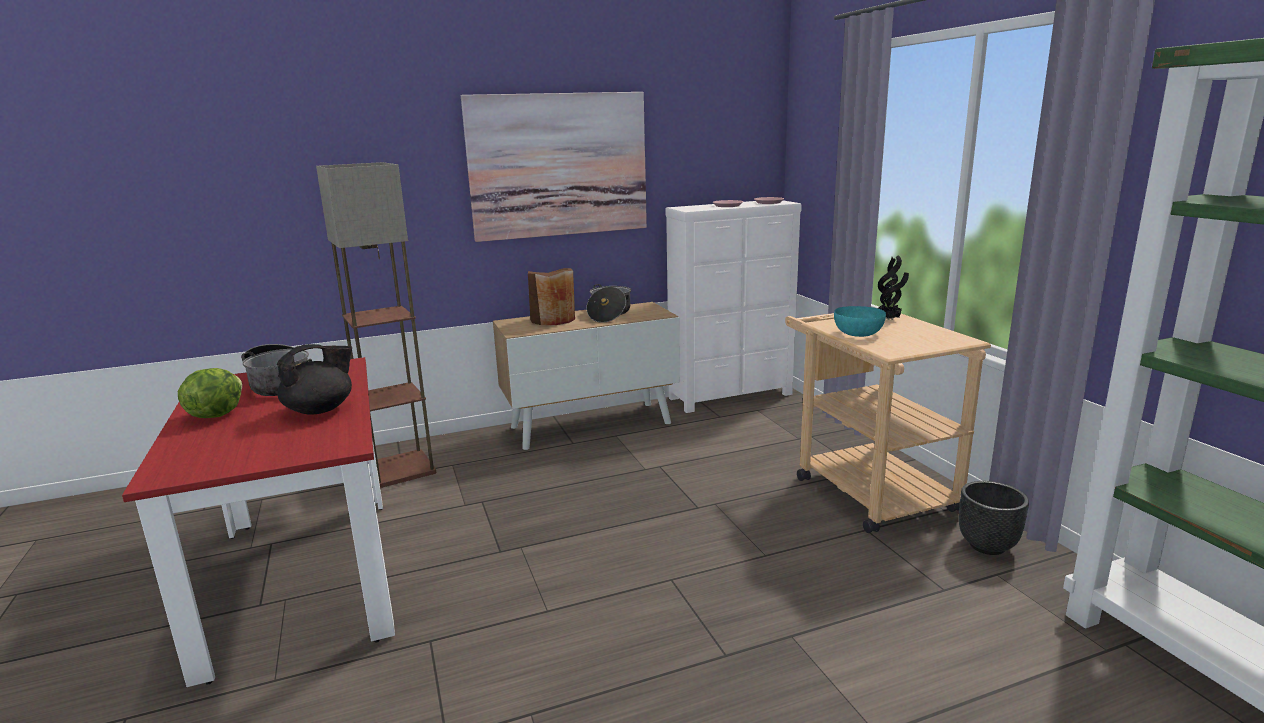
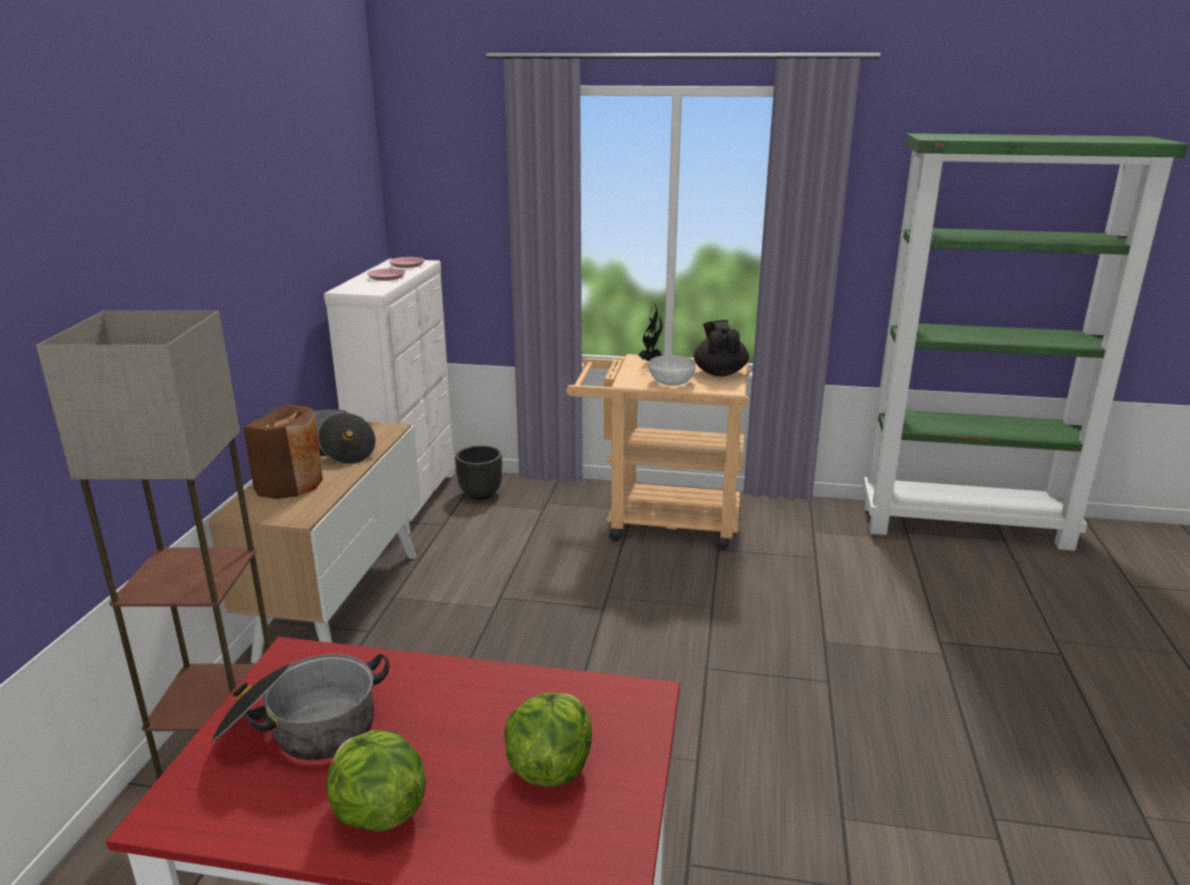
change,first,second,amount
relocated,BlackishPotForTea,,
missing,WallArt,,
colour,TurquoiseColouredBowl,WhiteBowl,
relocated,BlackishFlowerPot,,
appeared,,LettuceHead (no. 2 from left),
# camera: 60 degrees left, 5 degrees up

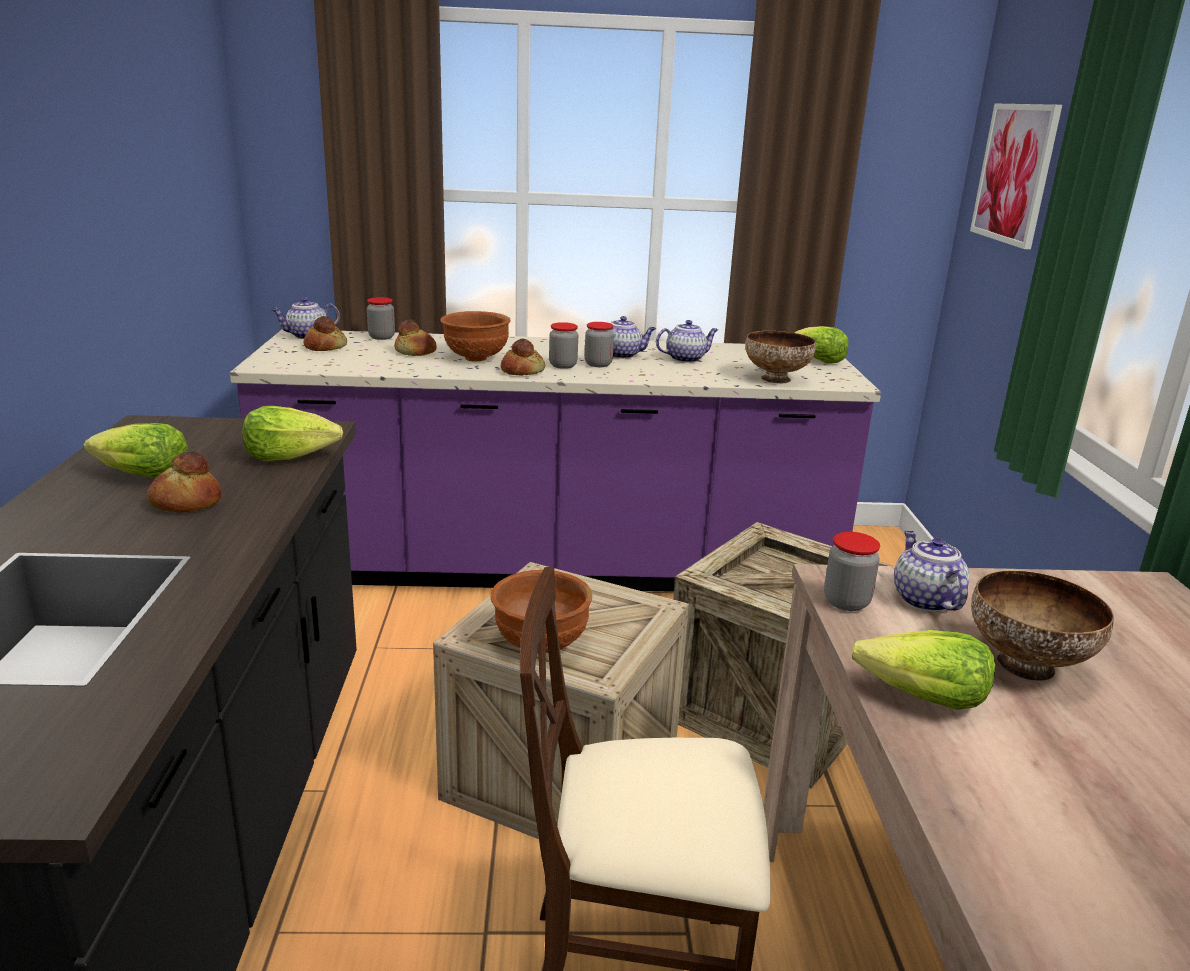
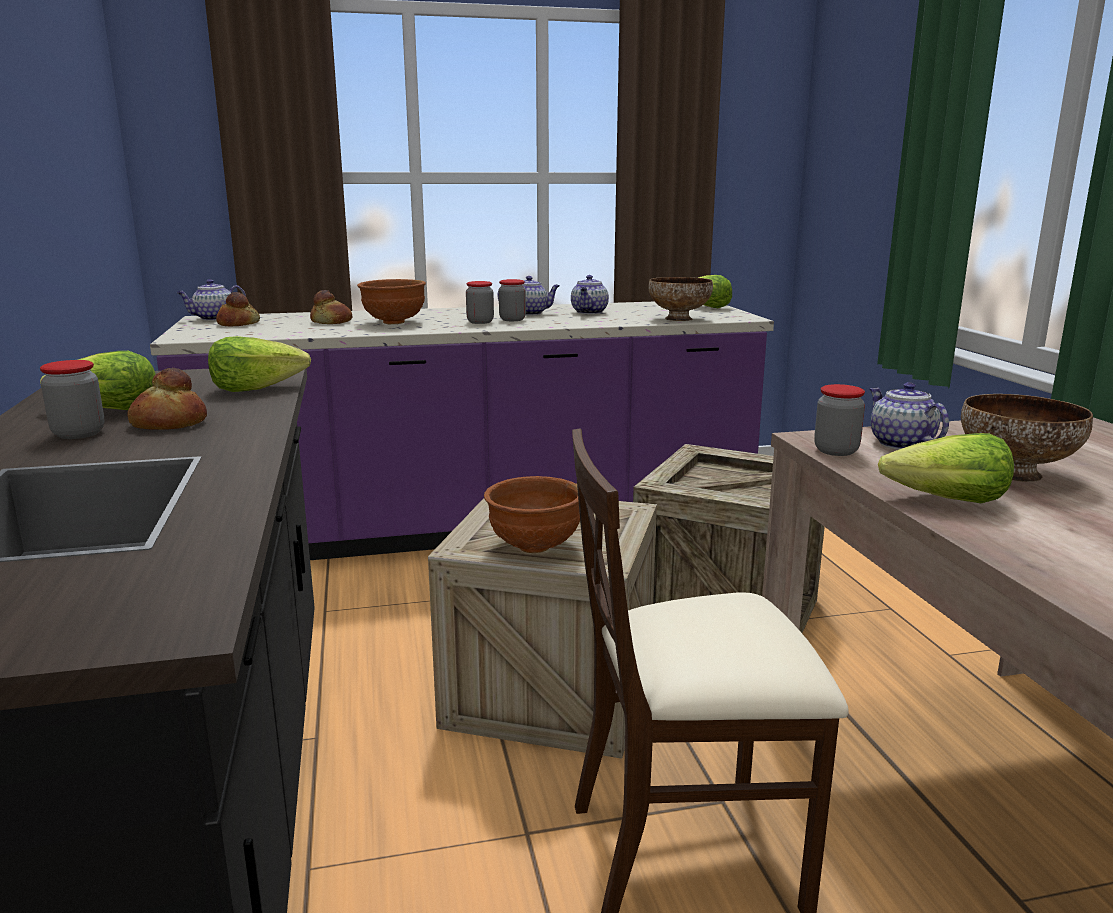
change,first,second,amount
relocated,StorageJar (no. 1 from left),,
missing,BakeryBread (no. 4 from left),,
spun,PotForTea (no. 3 from left),,135 degrees clockwise
missing,WallArt,,
# camera: 10 degrees left, 5 degrees down

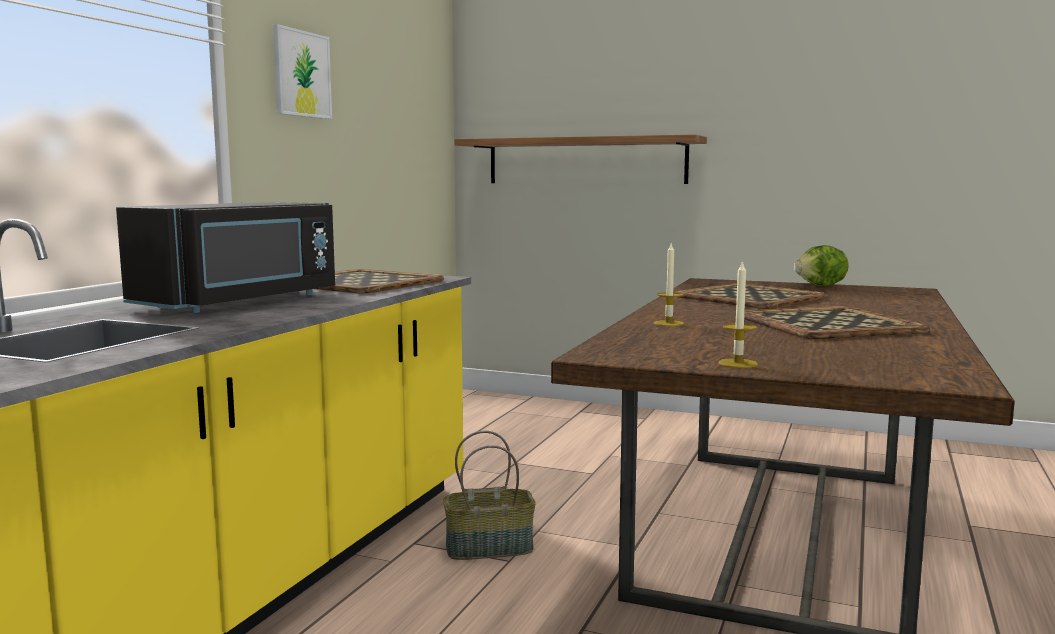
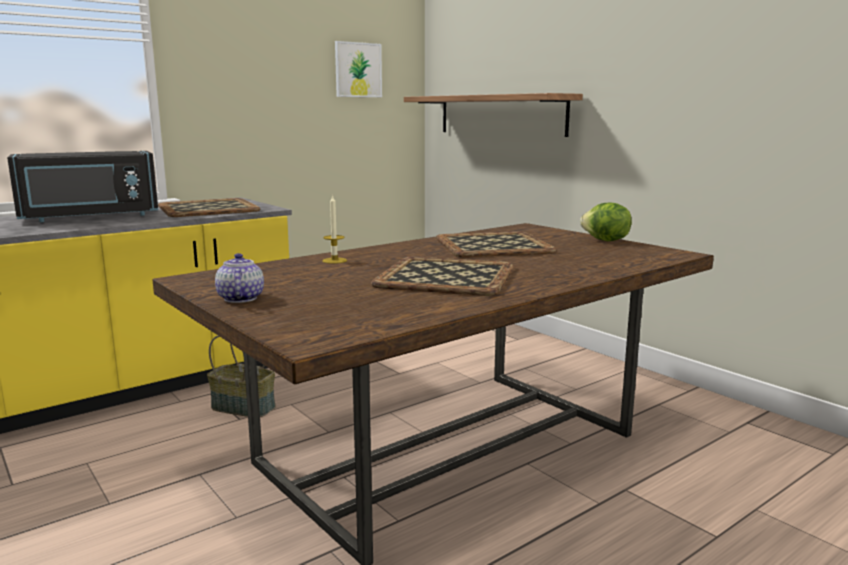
change,first,second,amount
relocated,WallArt,,
exchanged,WaxCandle (no. 2 from left),PotForTea,
# camera: 30 degrees right, 5 degrees up

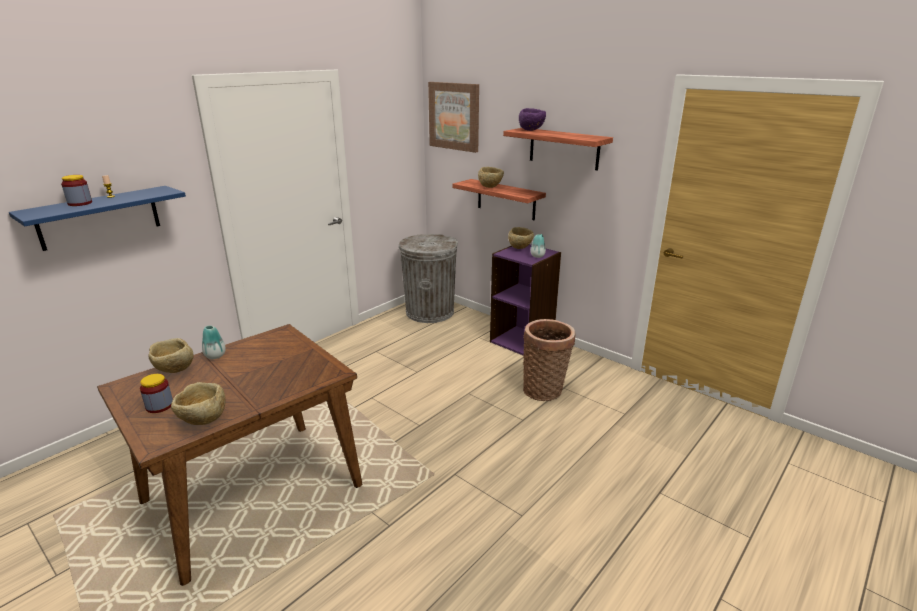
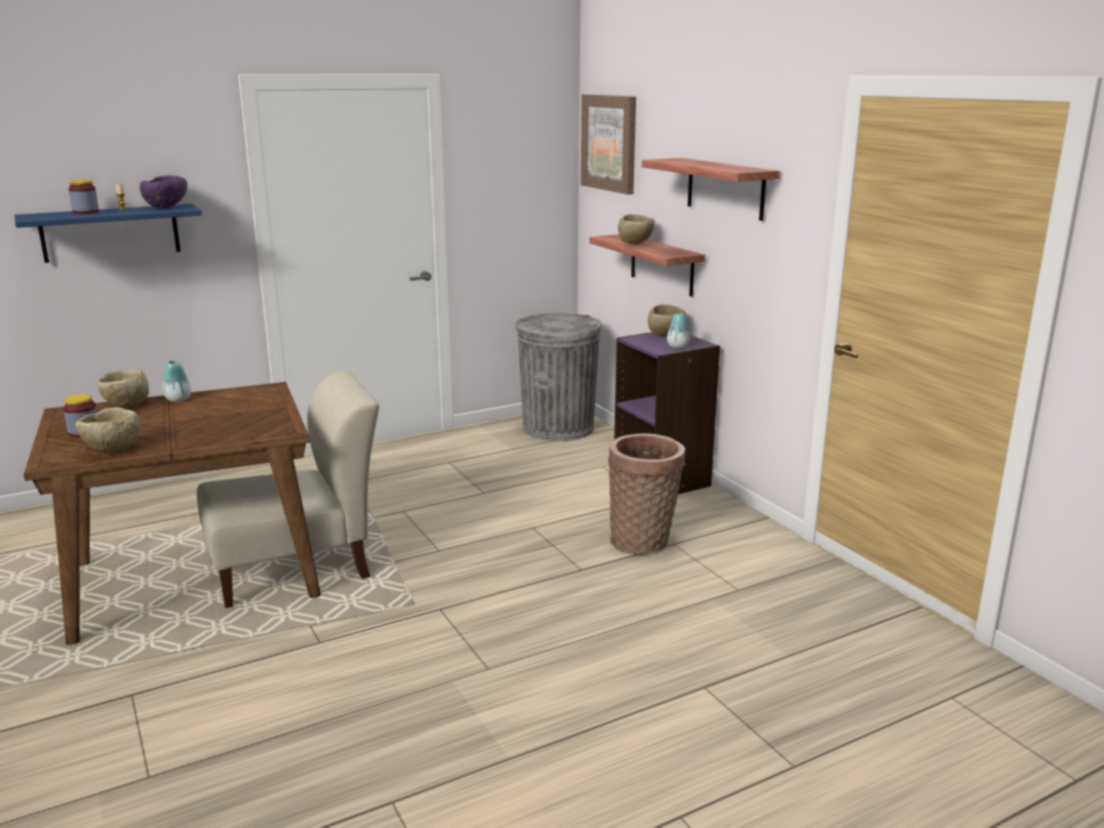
change,first,second,amount
relocated,PurpleBowl,,
appeared,,BeigeColouredPlainChair,
# camera: 20 degrees right, 5 degrees down

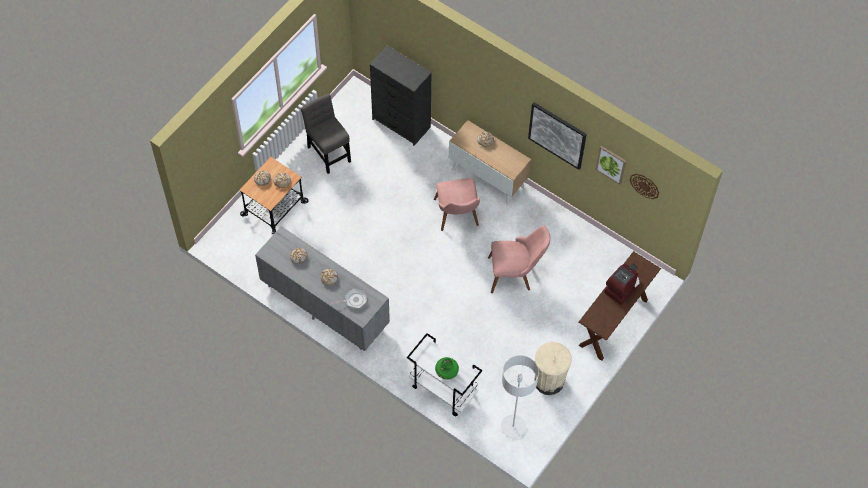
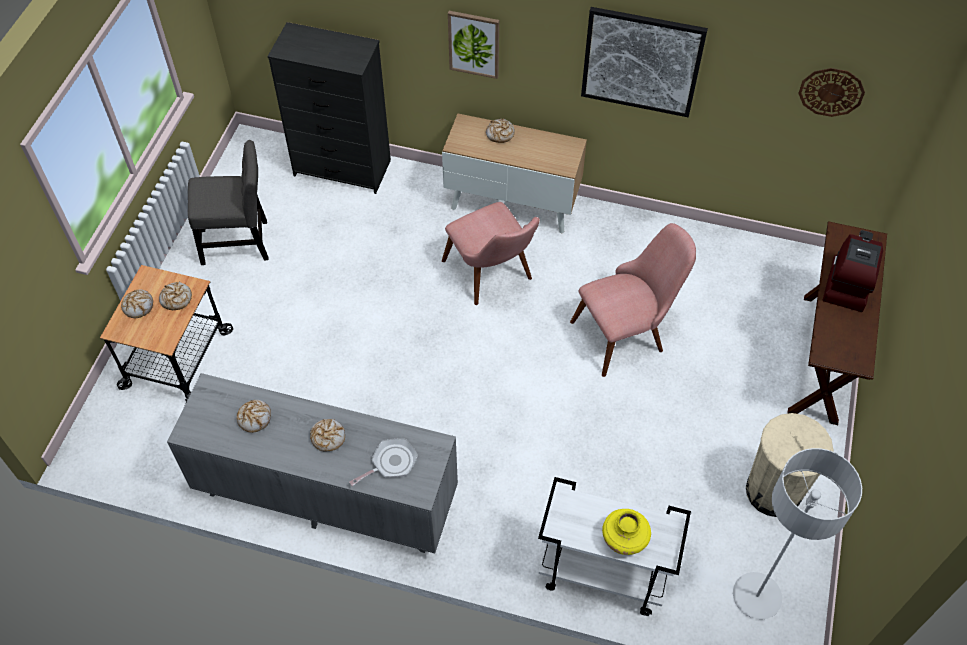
change,first,second,amount
spun,GrayPlainChair,,135 degrees clockwise
colour,GreenVase,YellowColouredVase,
relocated,WallArt (no. 2 from left in the first image),WallArt (no. 1 from left),
# camera: 20 degrees left, 5 degrees down

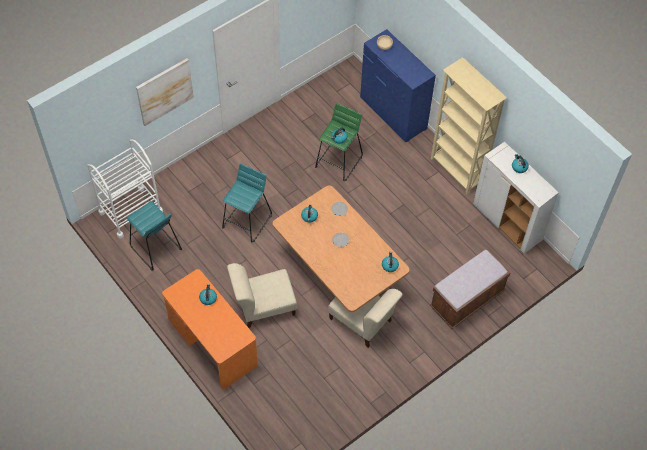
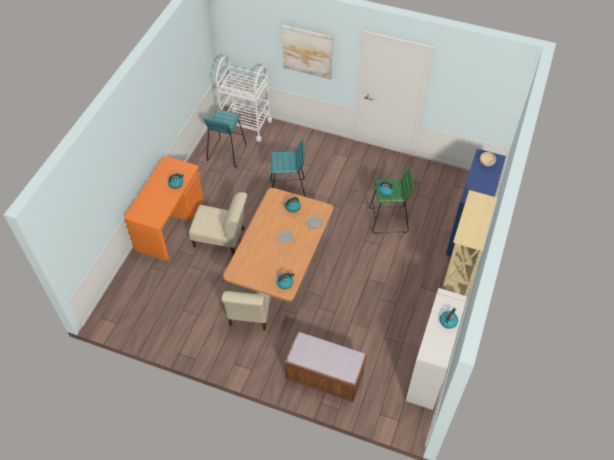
change,first,second,amount
spun,BeigeColouredPlainChair (no. 1 from left),,150 degrees clockwise
# camera: 60 degrees right, 5 degrees down

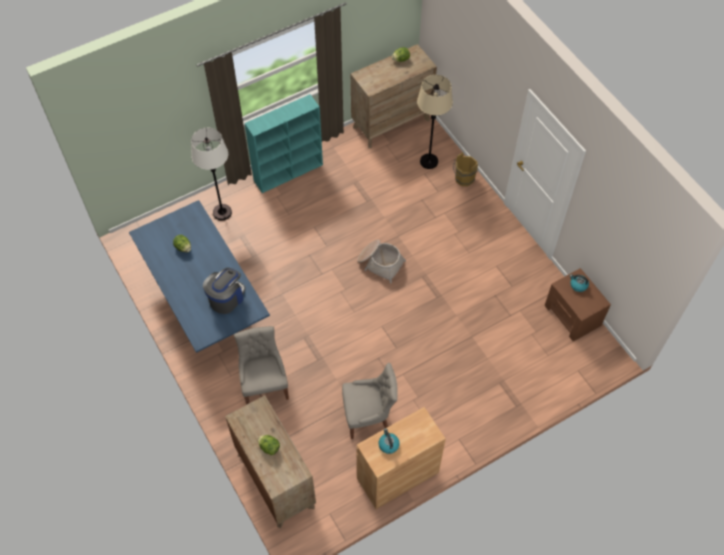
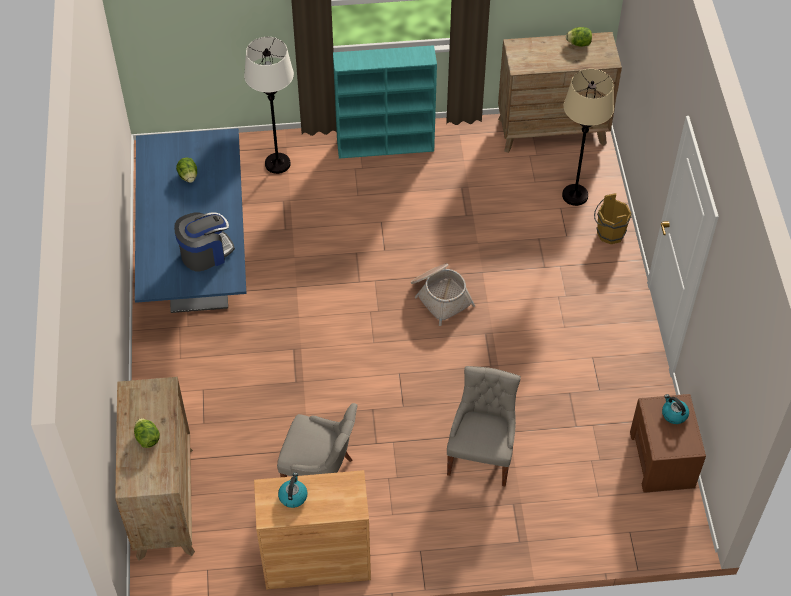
change,first,second,amount
relocated,GrayPlainChair (no. 1 from left in the first image),GrayPlainChair (no. 2 from left),
# camera: 25 degrees right, 5 degrees down

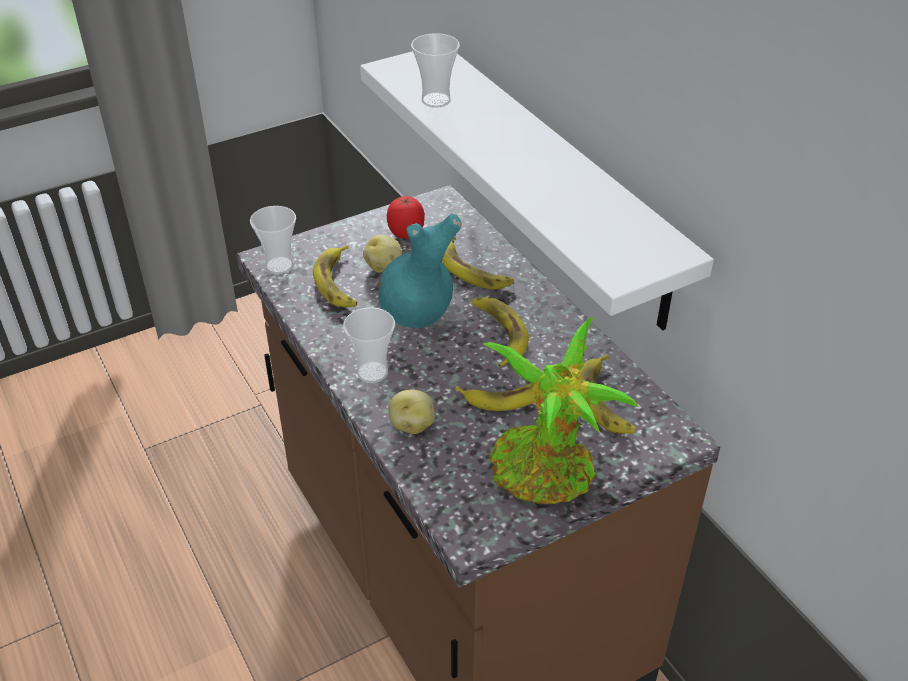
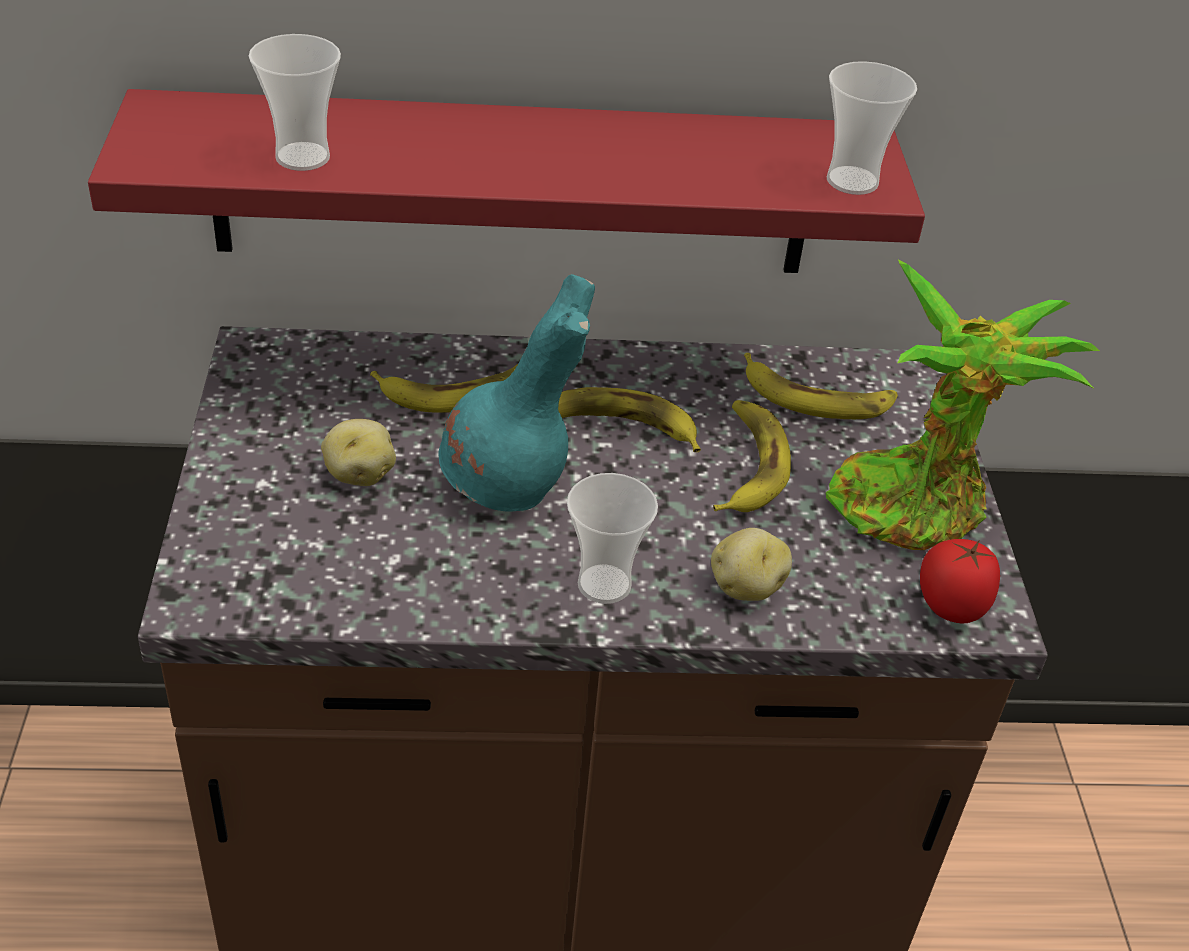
change,first,second,amount
relocated,Cup (no. 1 from left in the first image),Cup (no. 3 from left),
missing,Banana (no. 1 from left),,
colour,WhiteShelf,RedShelf,
relocated,FreshTomato,,
# camera: 65 degrees left, 0 degrees up

